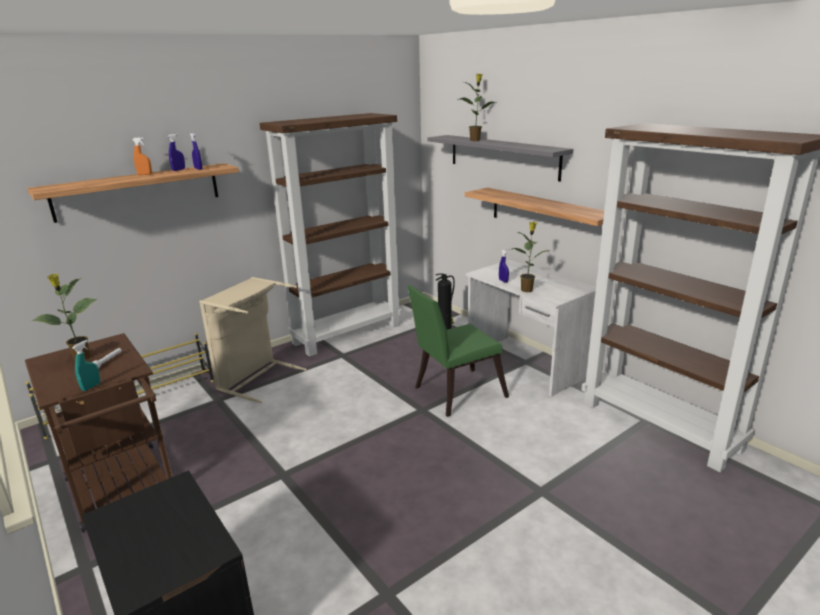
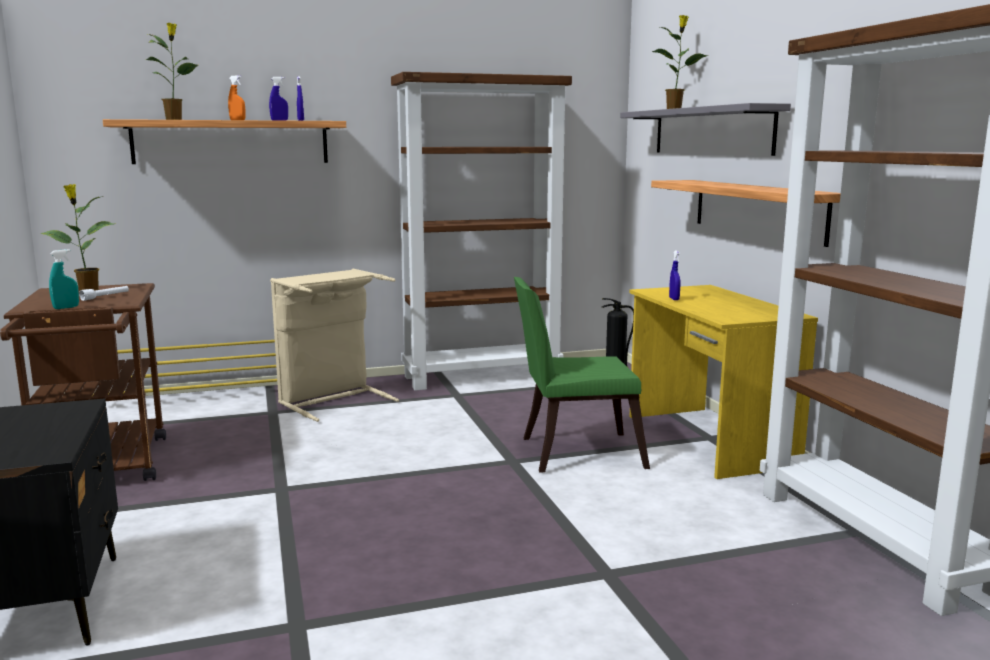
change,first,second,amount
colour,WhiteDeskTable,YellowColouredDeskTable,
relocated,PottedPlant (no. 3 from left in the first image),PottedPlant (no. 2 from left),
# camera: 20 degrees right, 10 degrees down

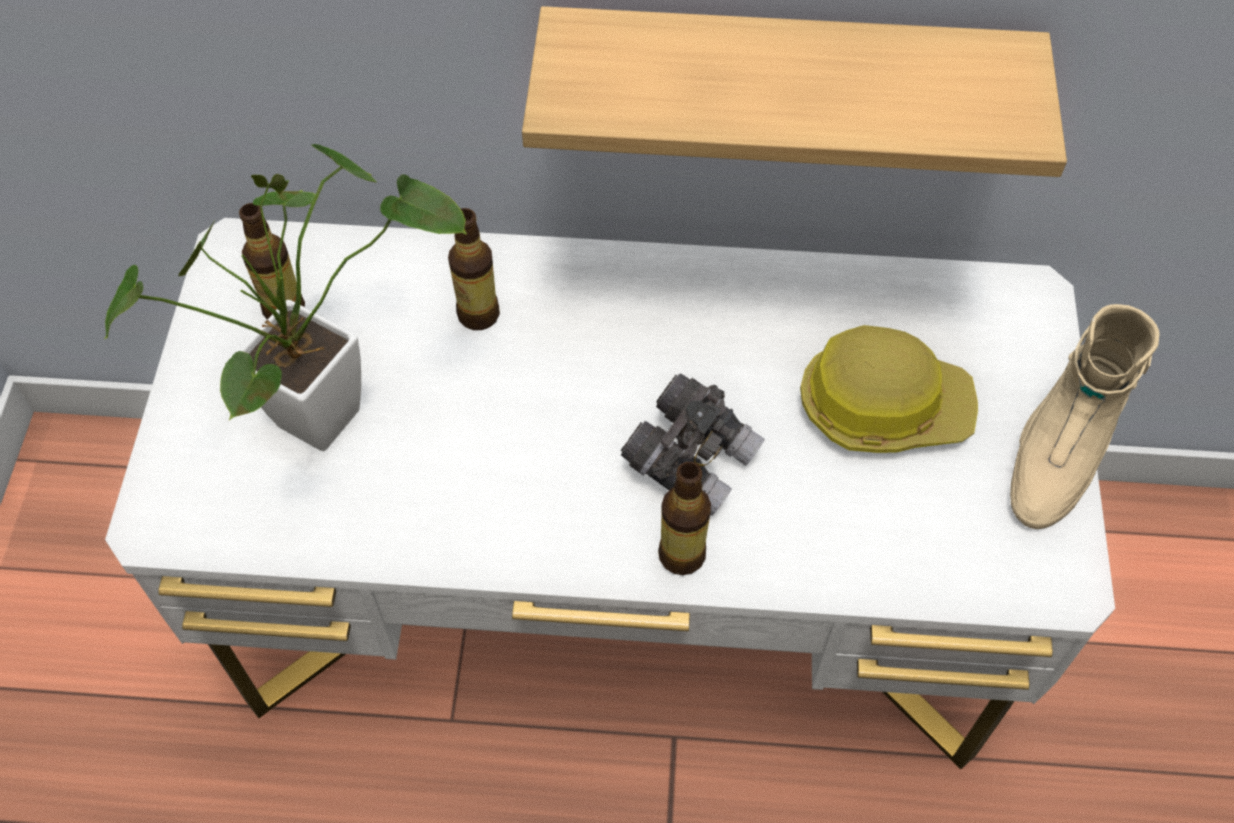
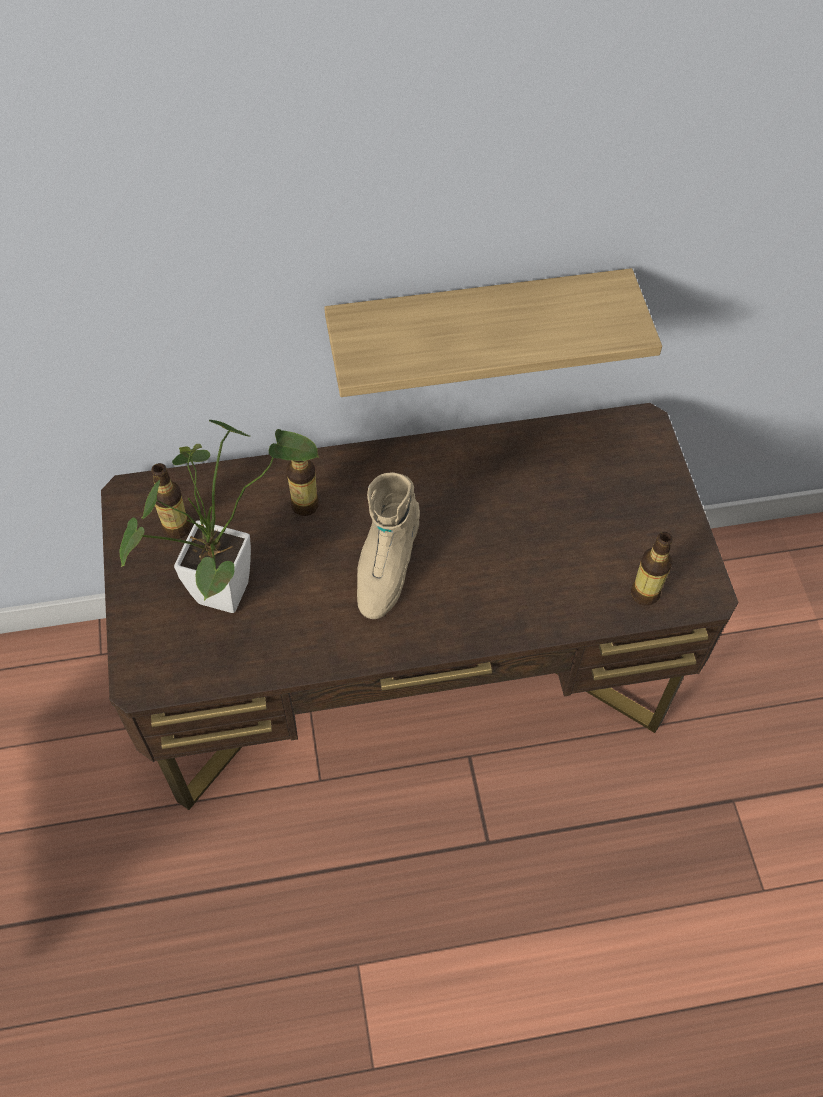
change,first,second,amount
colour,WhiteDeskTable,BrownDeskTable,
missing,GrayBinoculars,,
relocated,BeverageBottle (no. 3 from left),,
missing,HardHat,,
relocated,BeigeColouredTallBoot,,
# camera: 15 degrees left, 0 degrees up

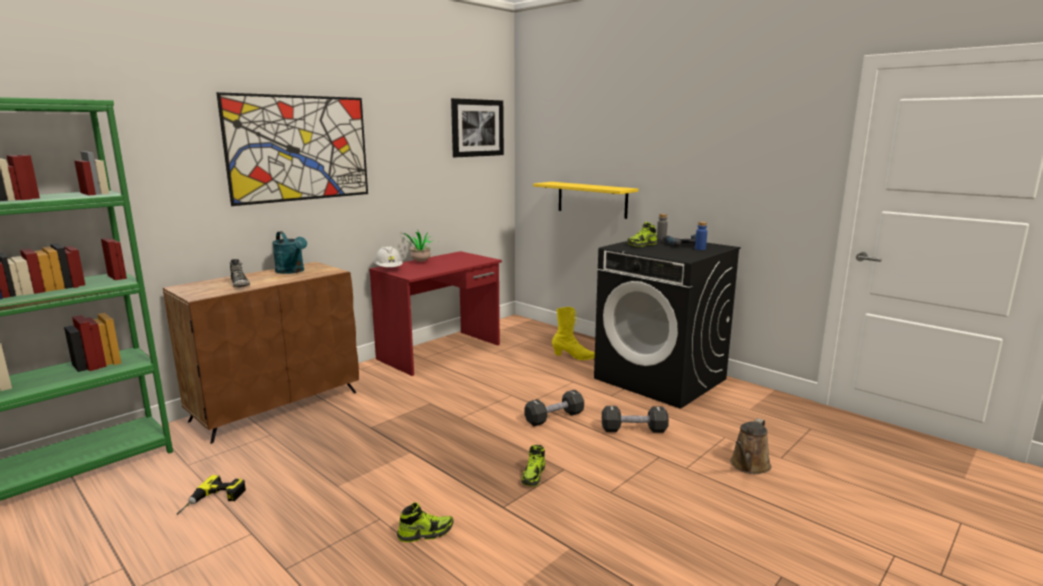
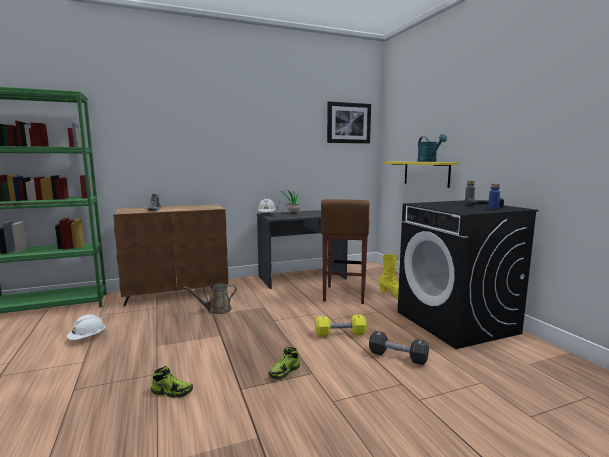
change,first,second,amount
exchanged,PowerDrill (no. 1 from left),WhiteHardHat (no. 1 from left),
missing,WallArt (no. 1 from left),,
relocated,TurquoiseColouredWateringCan,,
colour,RedDeskTable,GrayDeskTable,
colour,BlackishFreeWeight (no. 1 from left),YellowColouredFreeWeight,
missing,LowShoe (no. 4 from left),,
relocated,BrownWateringCan,,
appeared,,BrownStoolSeat,
# camera: 25 degrees right, 5 degrees down

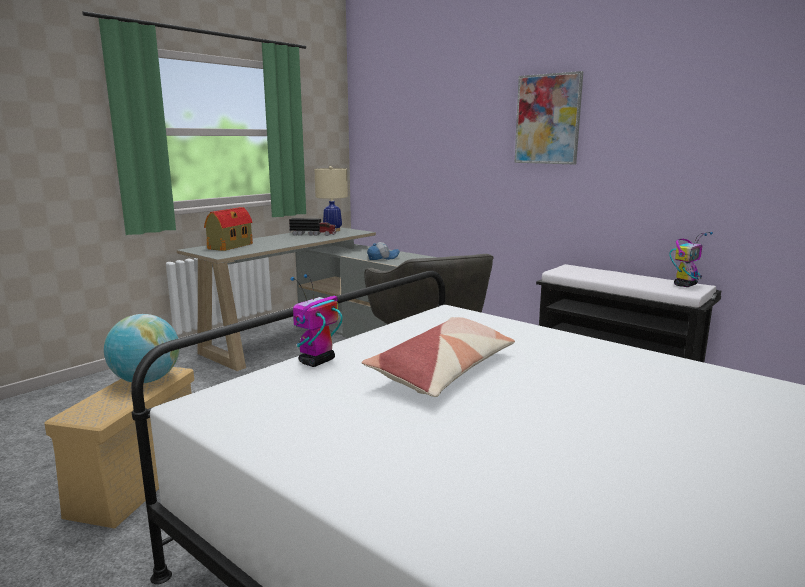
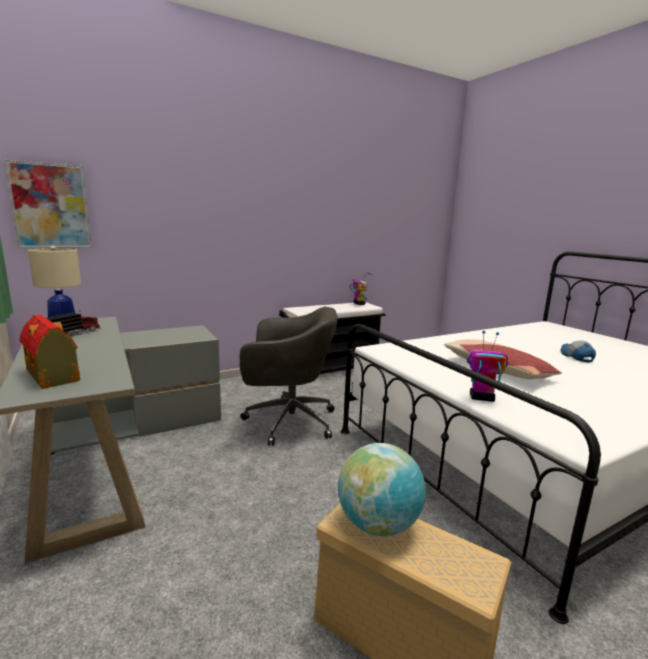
change,first,second,amount
spun,RobotFigure (no. 1 from left in the first image),RobotFigure (no. 2 from left),135 degrees clockwise
relocated,PeakedCap,,
relocated,WallArt,,
# camera: 70 degrees left, 0 degrees up

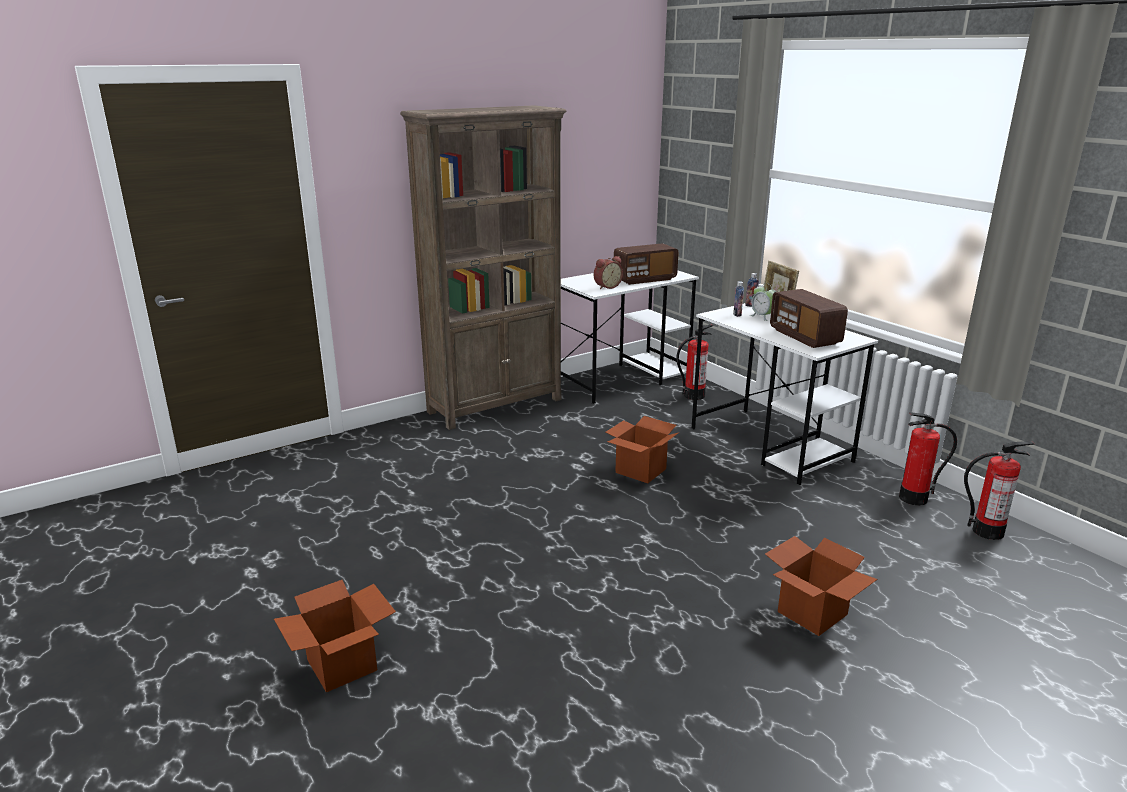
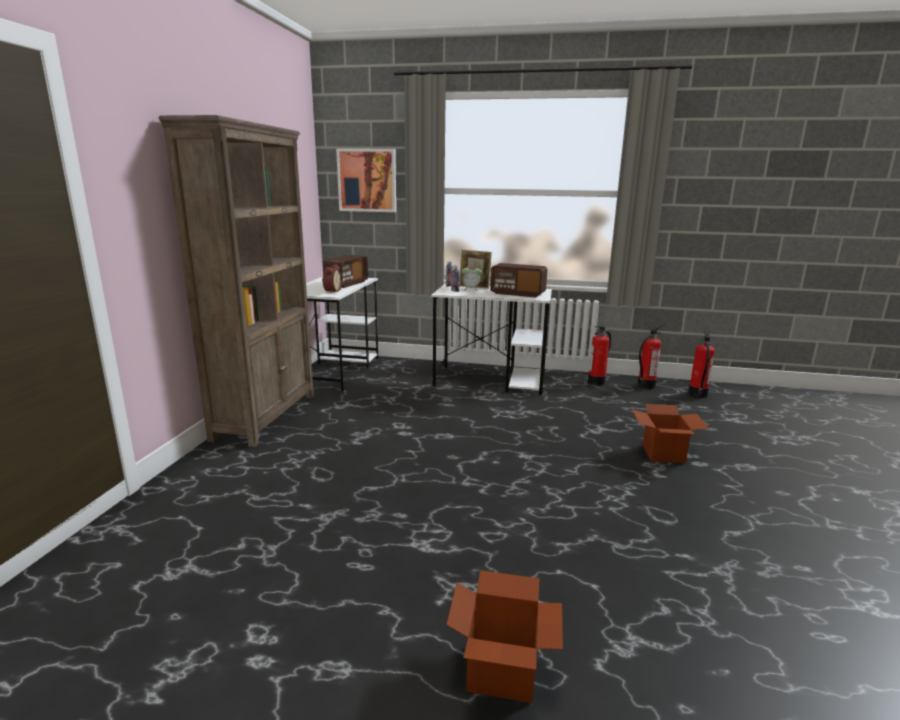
change,first,second,amount
missing,Carton (no. 2 from left),,
relocated,FireExtinguisher (no. 1 from left in the first image),FireExtinguisher (no. 3 from left),
appeared,,WallArt,
# camera: 45 degrees left, 5 degrees down

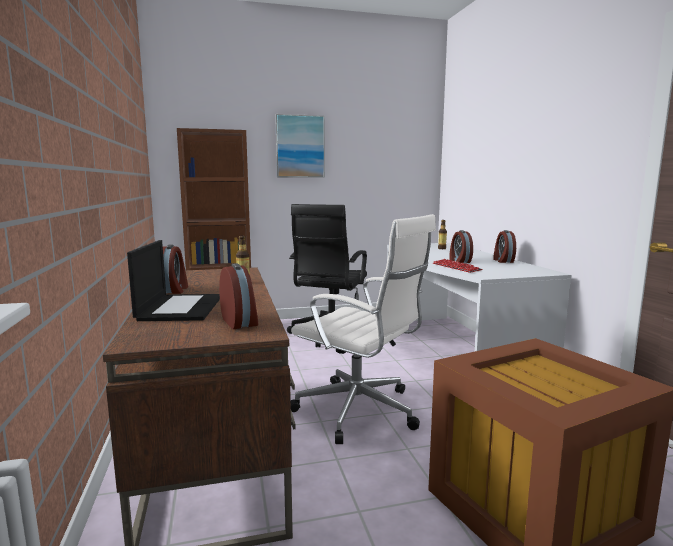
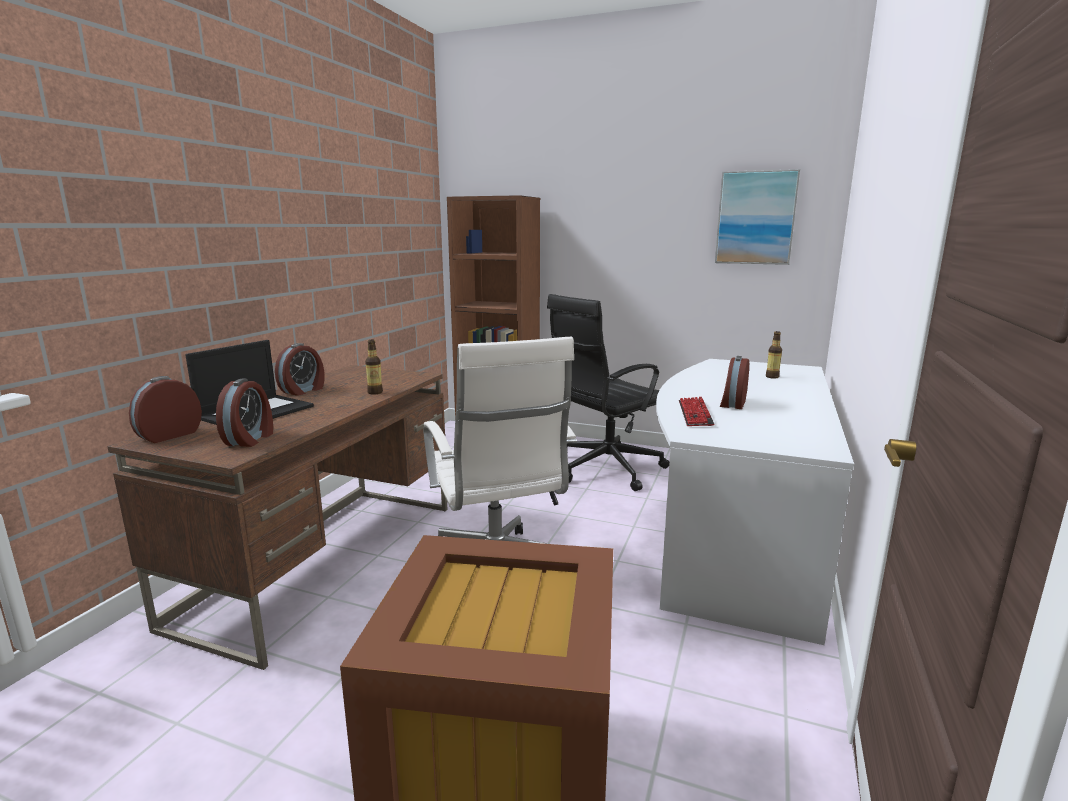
change,first,second,amount
relocated,WallArt,,
relocated,BedsideClock (no. 4 from left in the first image),BedsideClock (no. 1 from left),
# camera: 35 degrees right, 5 degrees up

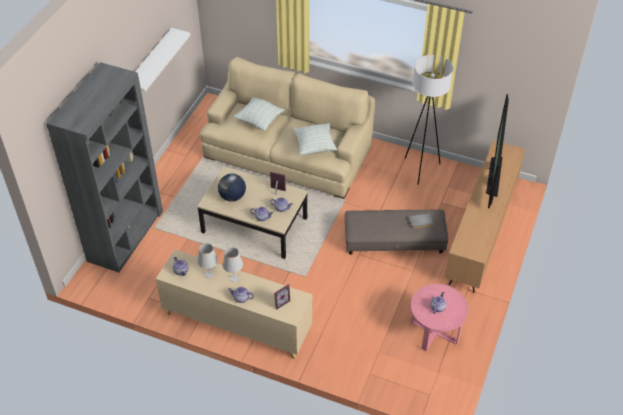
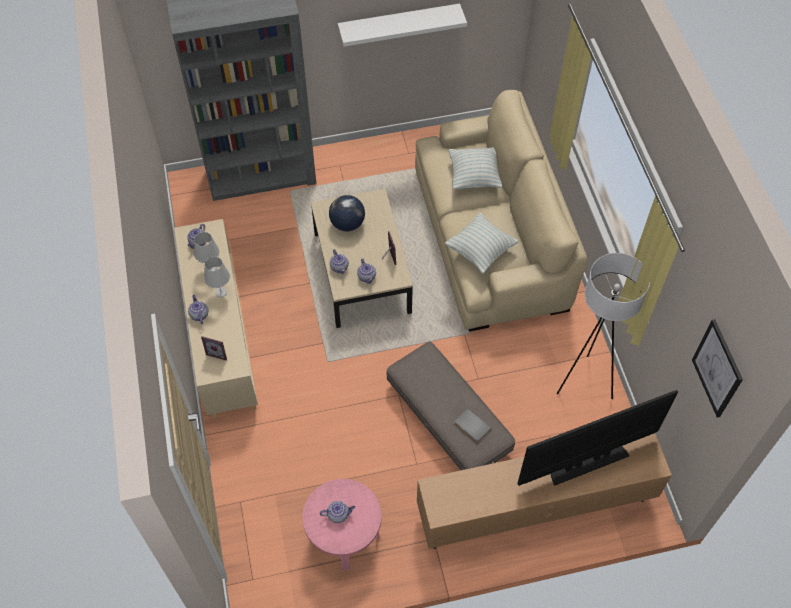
change,first,second,amount
appeared,,WallArt,
# camera: 55 degrees right, 10 degrees up

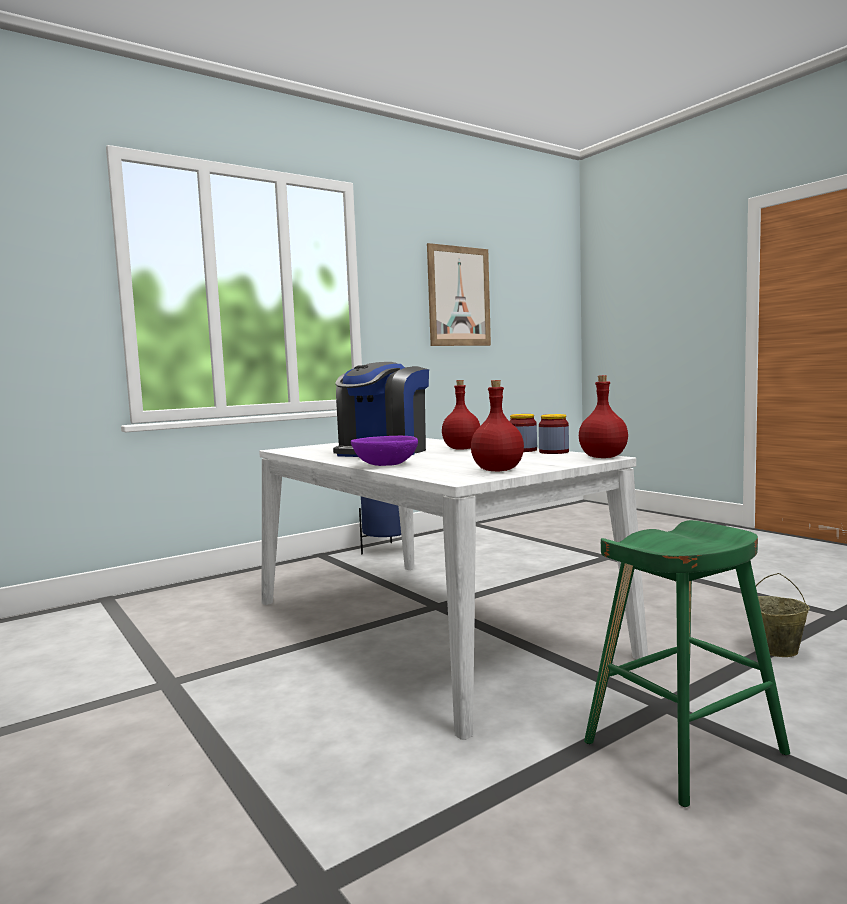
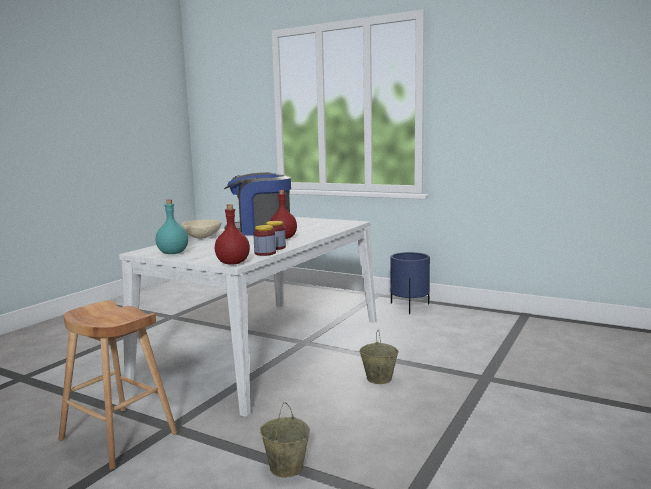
change,first,second,amount
colour,PurpleBowl,BeigeColouredBowl,
missing,WallArt,,
colour,RedBeverageBottle (no. 2 from left),TurquoiseColouredBeverageBottle,
colour,GreenStoolSeat,BrownStoolSeat,
appeared,,BeigeColouredPail (no. 2 from left),
# camera: 65 degrees right, 5 degrees up

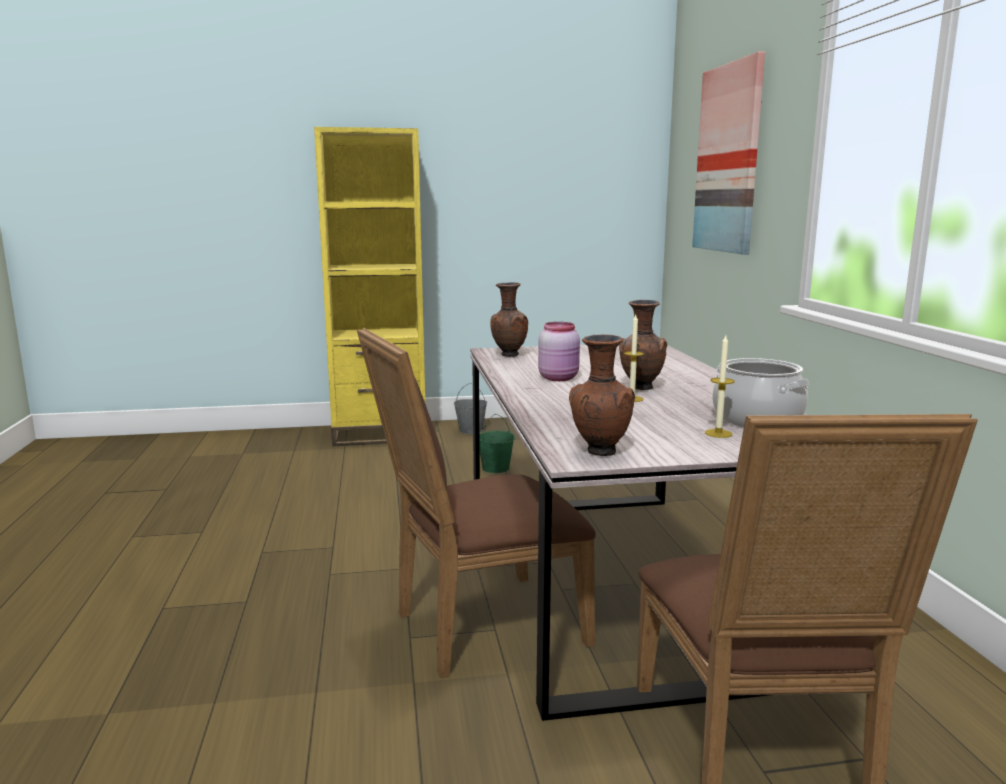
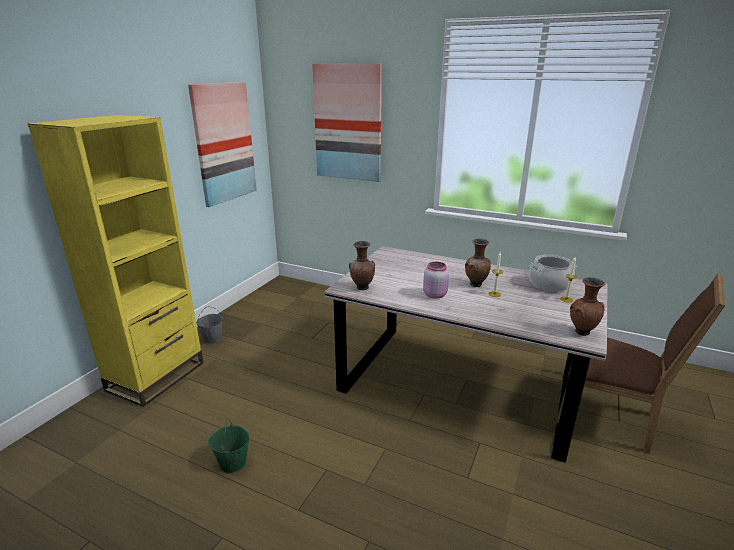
change,first,second,amount
missing,BrownPlainChair (no. 1 from left),,
relocated,GreenPail,,
appeared,,WallArt (no. 1 from left),
# camera: 55 degrees left, 10 degrees up

